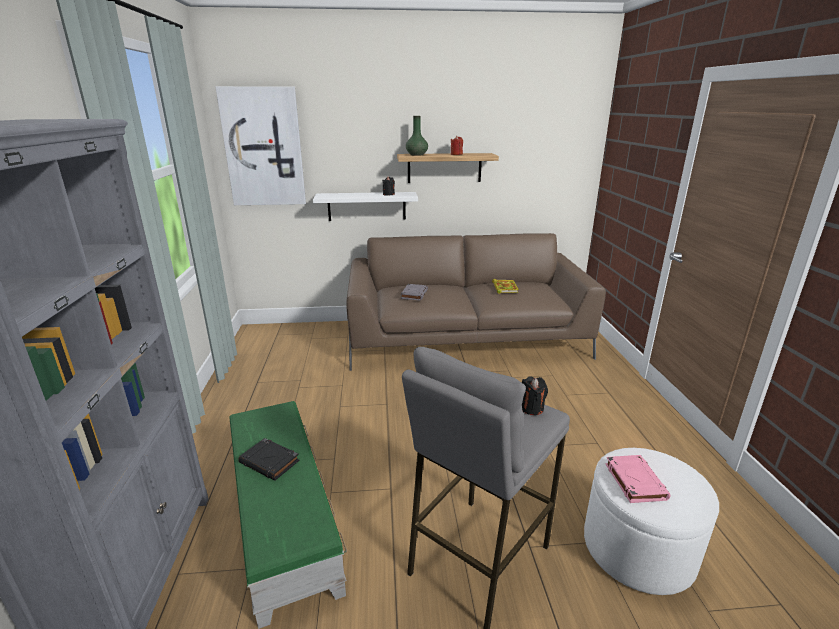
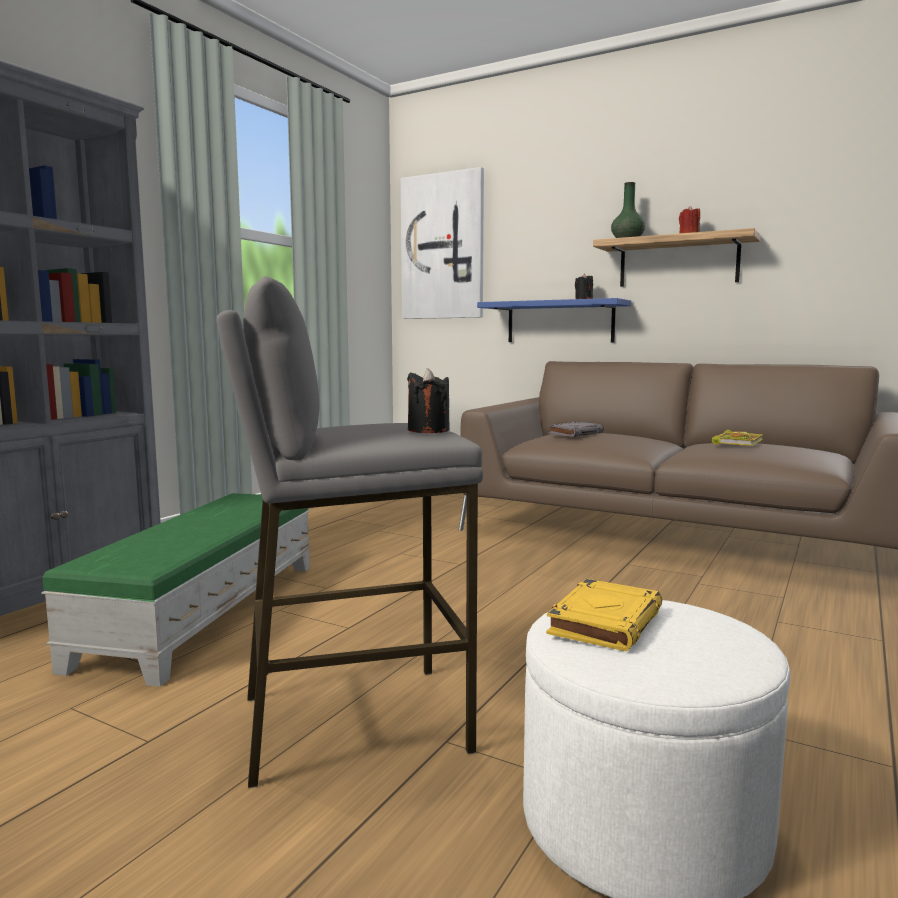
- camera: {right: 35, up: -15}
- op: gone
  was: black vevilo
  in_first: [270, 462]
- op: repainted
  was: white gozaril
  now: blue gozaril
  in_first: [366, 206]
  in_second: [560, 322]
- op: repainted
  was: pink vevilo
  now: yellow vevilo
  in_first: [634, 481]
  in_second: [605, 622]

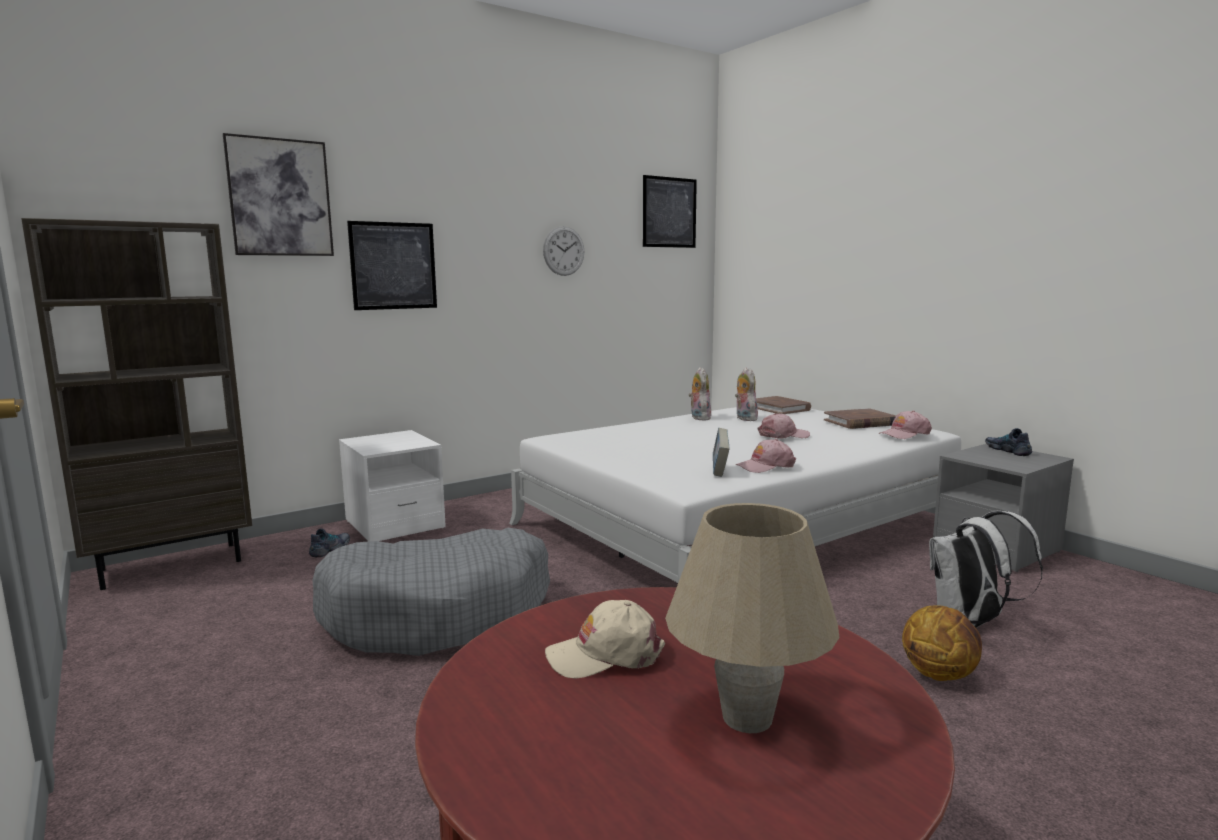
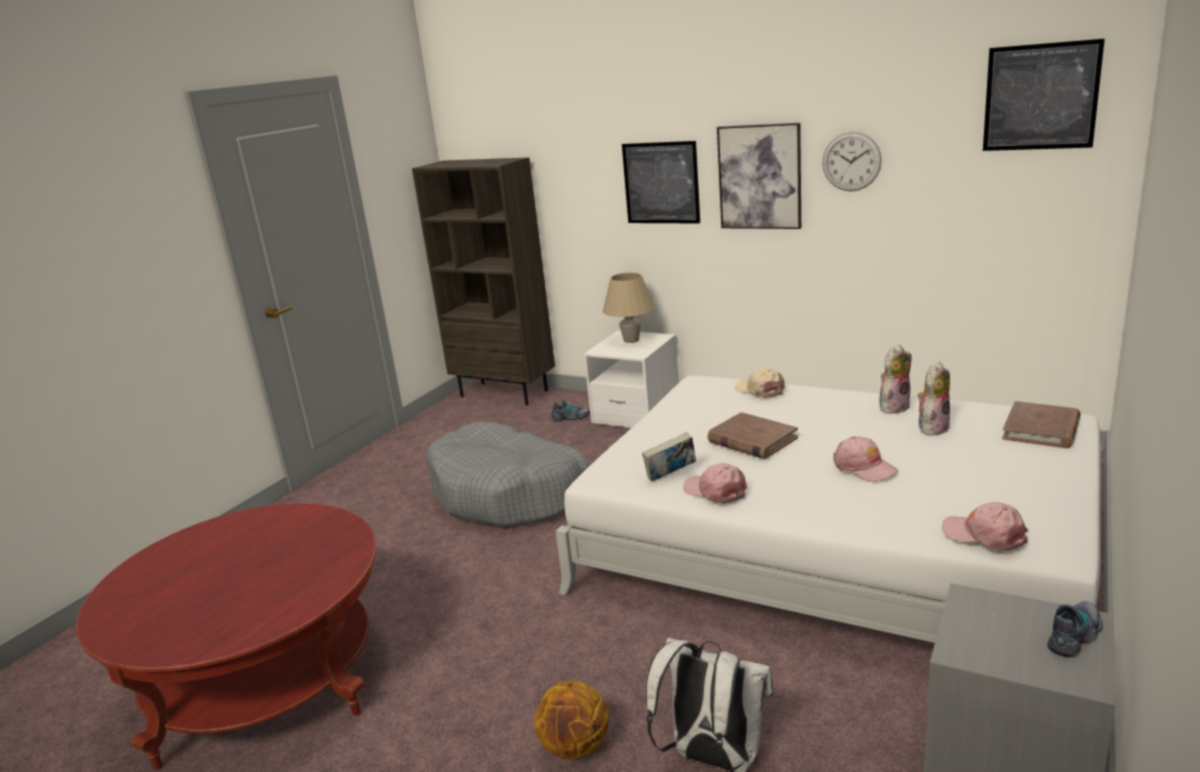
- camera: {right: 65, up: 10}
- op: shifted
  was: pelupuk
  in_first: [280, 197]
  in_second: [759, 177]
- op: shifted
  was: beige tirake
  in_first: [605, 655]
  in_second: [760, 390]
- op: shifted
  was: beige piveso
  in_first: [747, 718]
  in_second: [631, 340]
- op: shifted
  was: brown vevilo
  in_first: [860, 422]
  in_second: [752, 440]

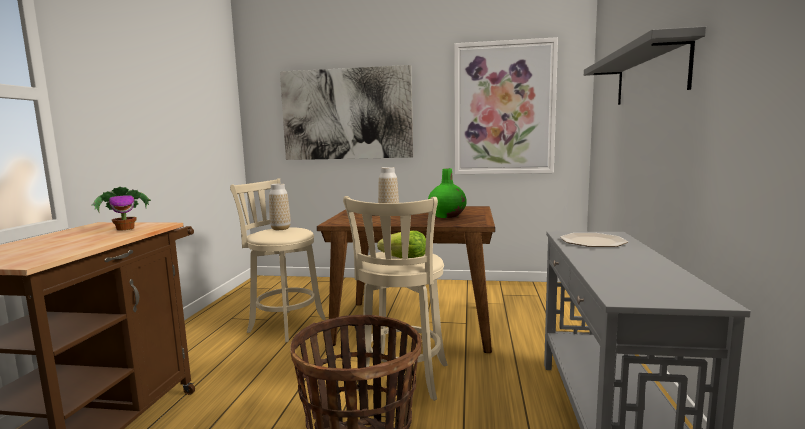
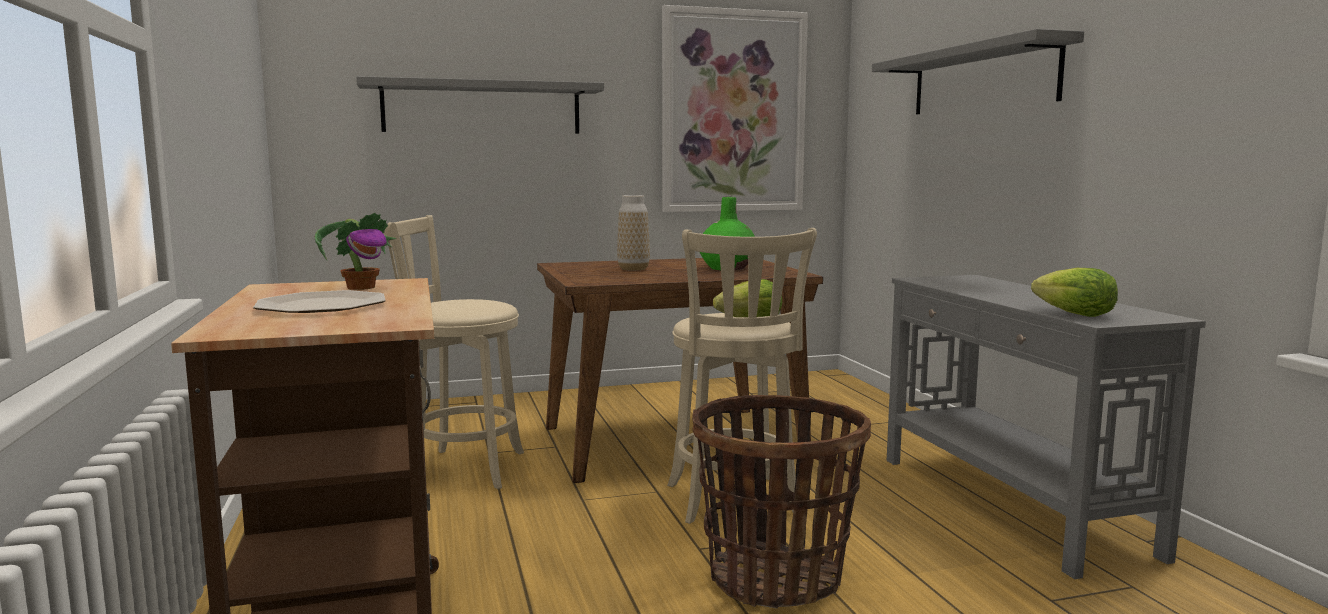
- camera: {right: -25, up: 0}
- op: gone
  was: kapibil
  in_first: [280, 229]
- op: new
  now: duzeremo
  in_second: [1074, 314]
- op: shifted
  was: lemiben
  in_first: [592, 242]
  in_second: [320, 306]
- op: swapped
  was: pelupuk
  now: grey gozaril
  in_first: [347, 114]
  in_second: [482, 108]

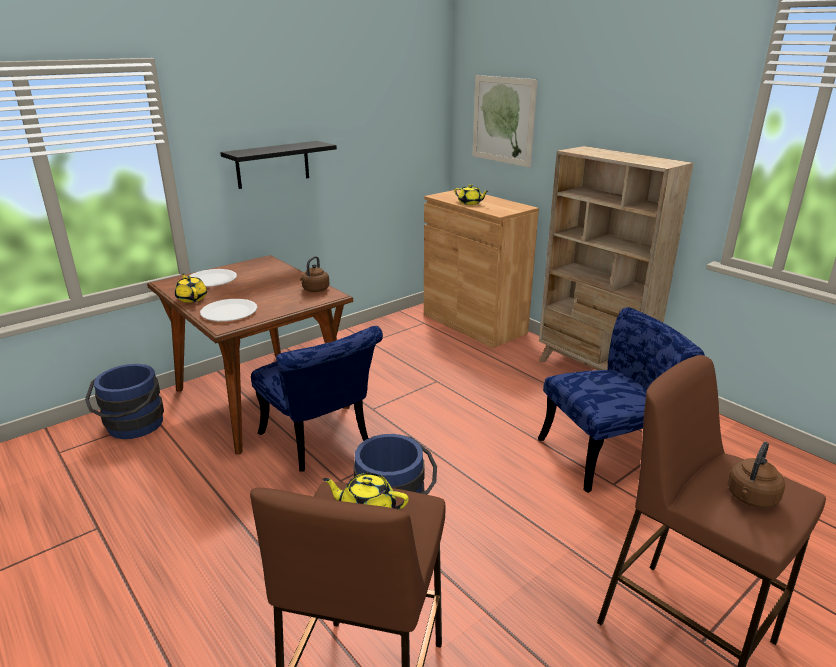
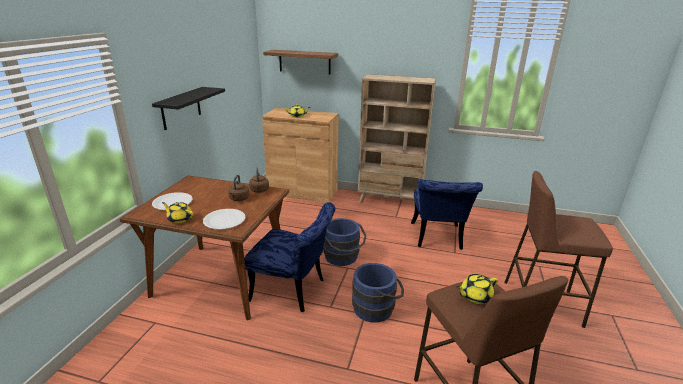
- camera: {right: -35, up: 0}
- op: shifted
  was: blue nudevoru
  in_first: [133, 427]
  in_second: [343, 258]
- op: shifted
  was: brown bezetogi
  in_first: [750, 498]
  in_second: [239, 199]
- op: swapped
  was: pelupuk
  now: gozaril
  in_first: [503, 120]
  in_second: [304, 62]
- op: rotated
  was: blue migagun
  in_first: [606, 453]
  in_second: [437, 239]
  clockwise: 150

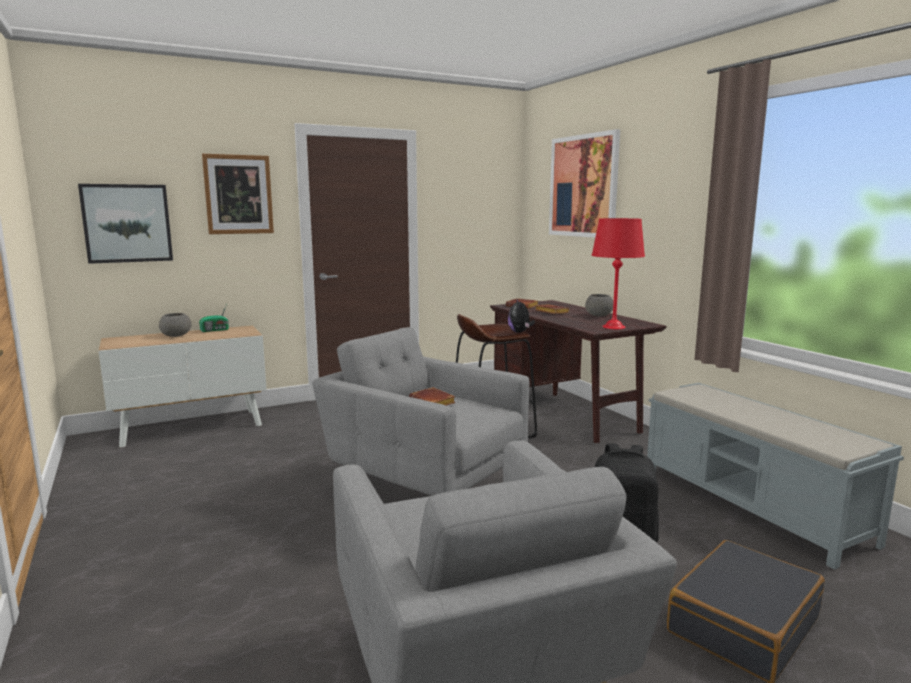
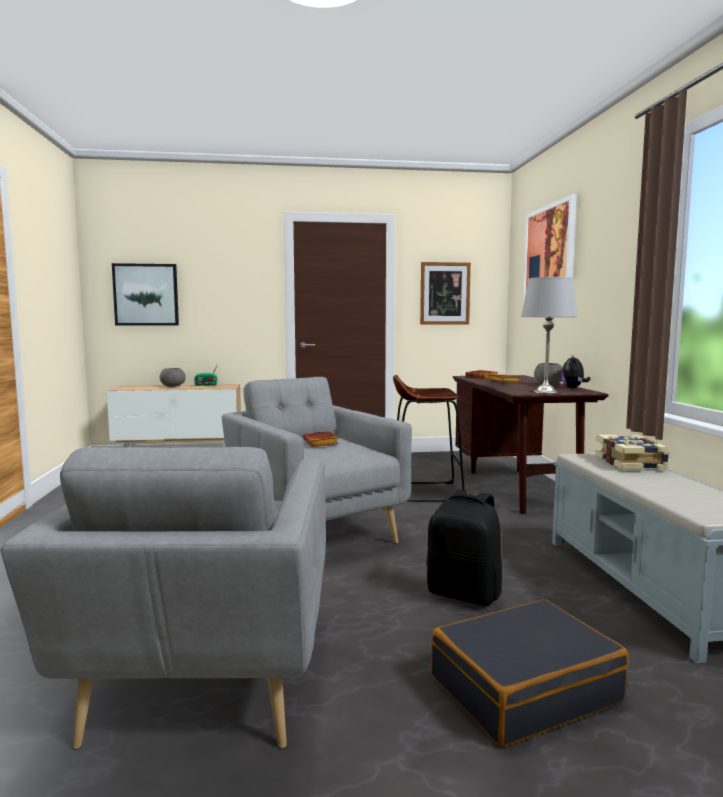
- camera: {right: 20, up: -5}
- op: new
  now: vevilo
  in_second: [631, 463]
- op: shifted
  was: pelupuk
  in_first: [238, 194]
  in_second: [445, 293]
- op: shifted
  was: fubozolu
  in_first: [520, 332]
  in_second: [573, 388]
- op: repainted
  was: red piveso
  now: grey piveso
  in_first: [613, 327]
  in_second: [545, 392]

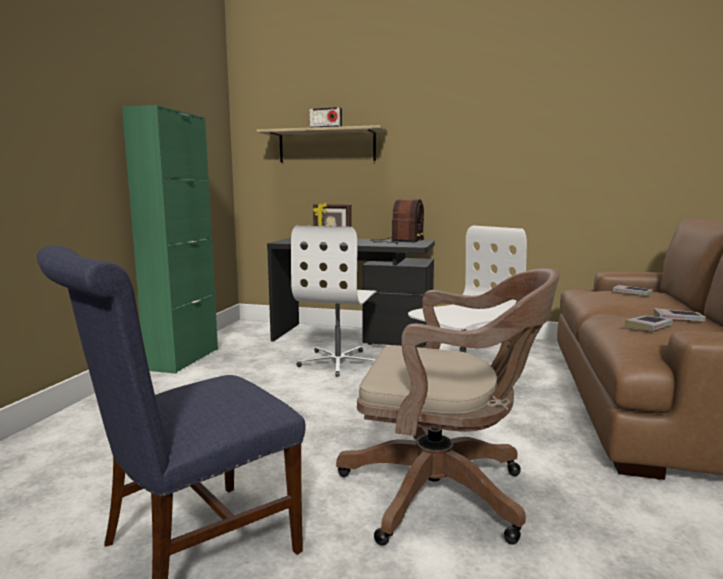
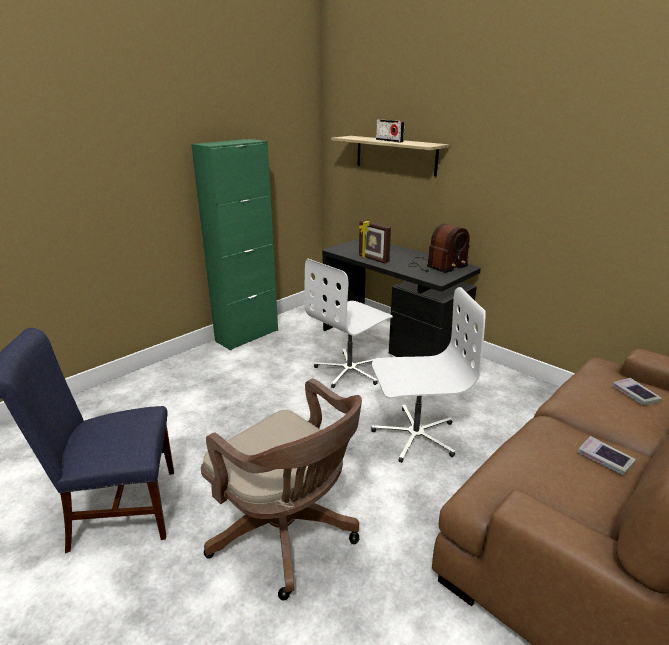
- camera: {right: 30, up: 15}
- op: gone
  was: vevilo
  in_first: [648, 327]

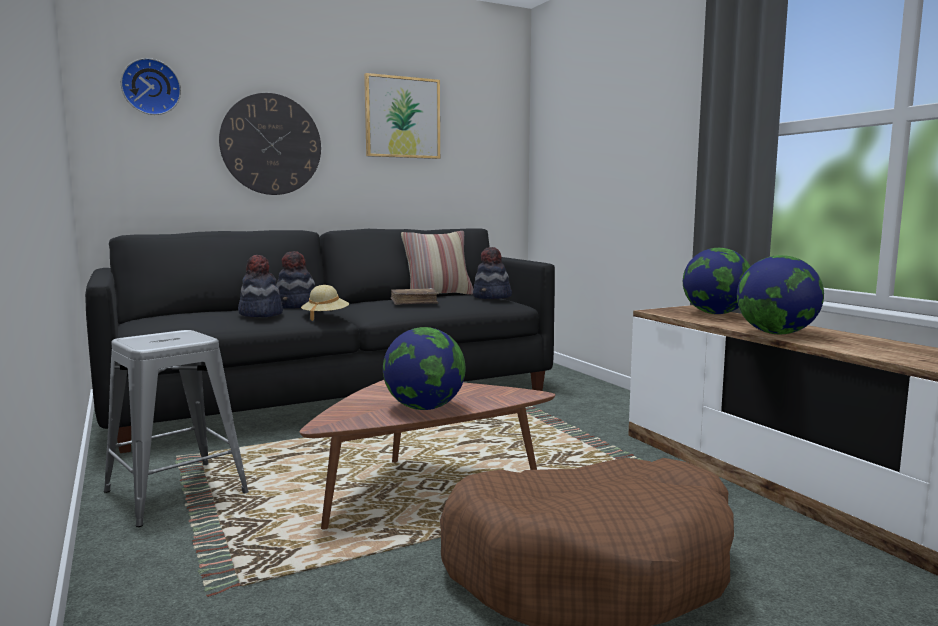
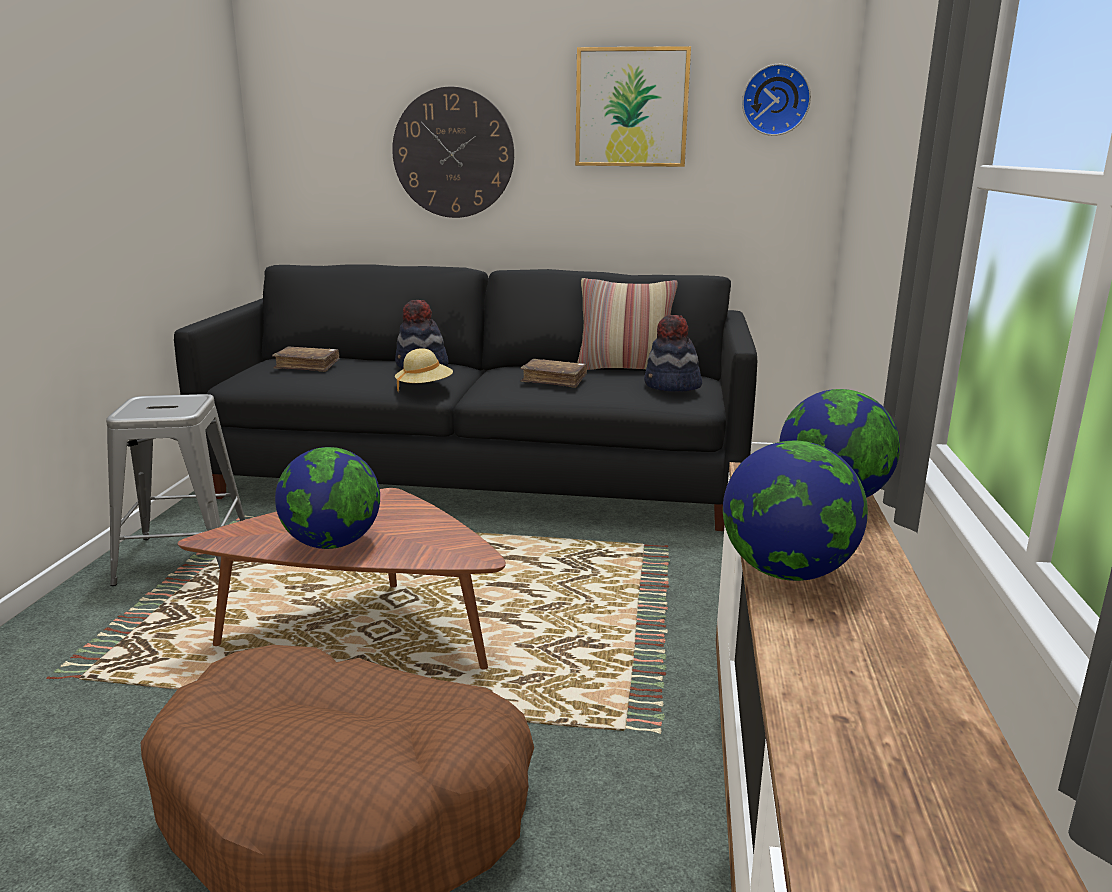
- camera: {right: 35, up: 10}
- op: gone
  was: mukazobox
  in_first: [260, 314]
- op: new
  now: brown vevilo
  in_second: [307, 366]
- op: shifted
  was: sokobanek
  in_first: [151, 87]
  in_second: [775, 100]

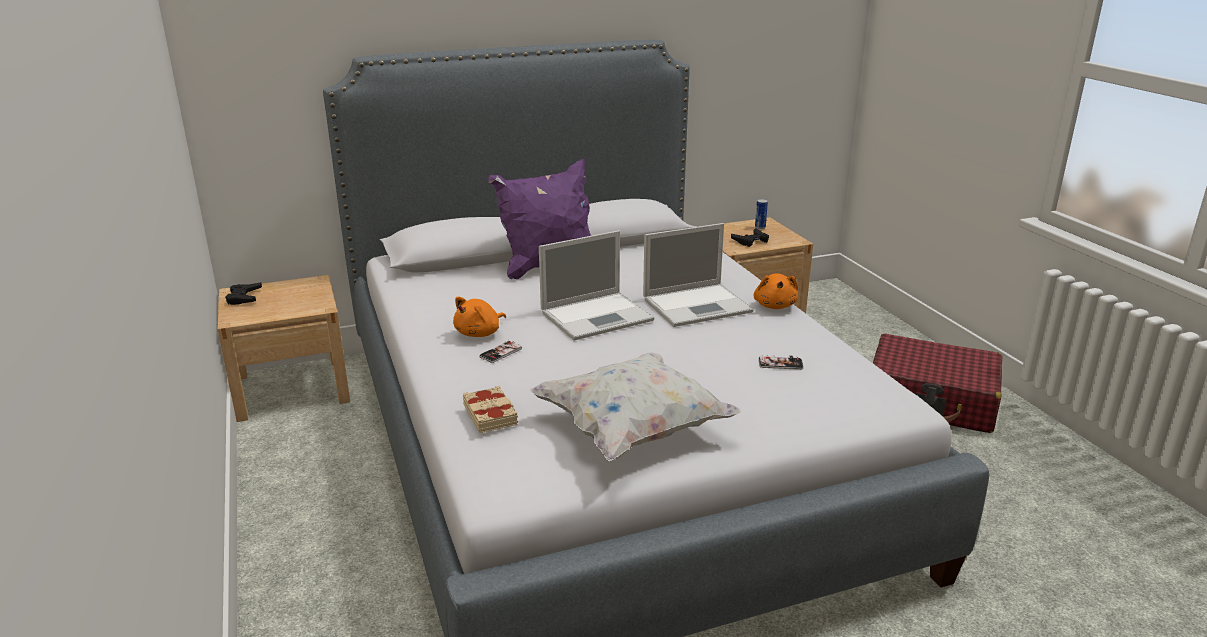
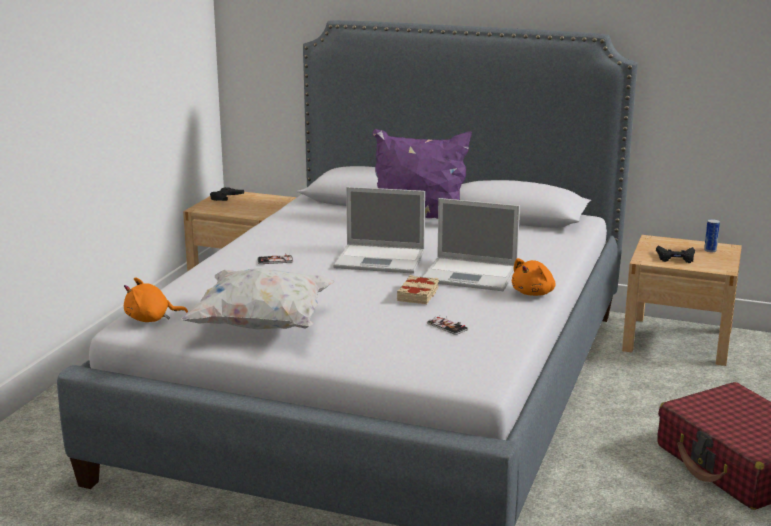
- camera: {right: 40, up: -5}
- op: shifted
  was: orange fubozolu
  in_first: [480, 333]
  in_second: [151, 319]
- op: shifted
  was: beige vevilo
  in_first: [491, 414]
  in_second: [418, 294]

